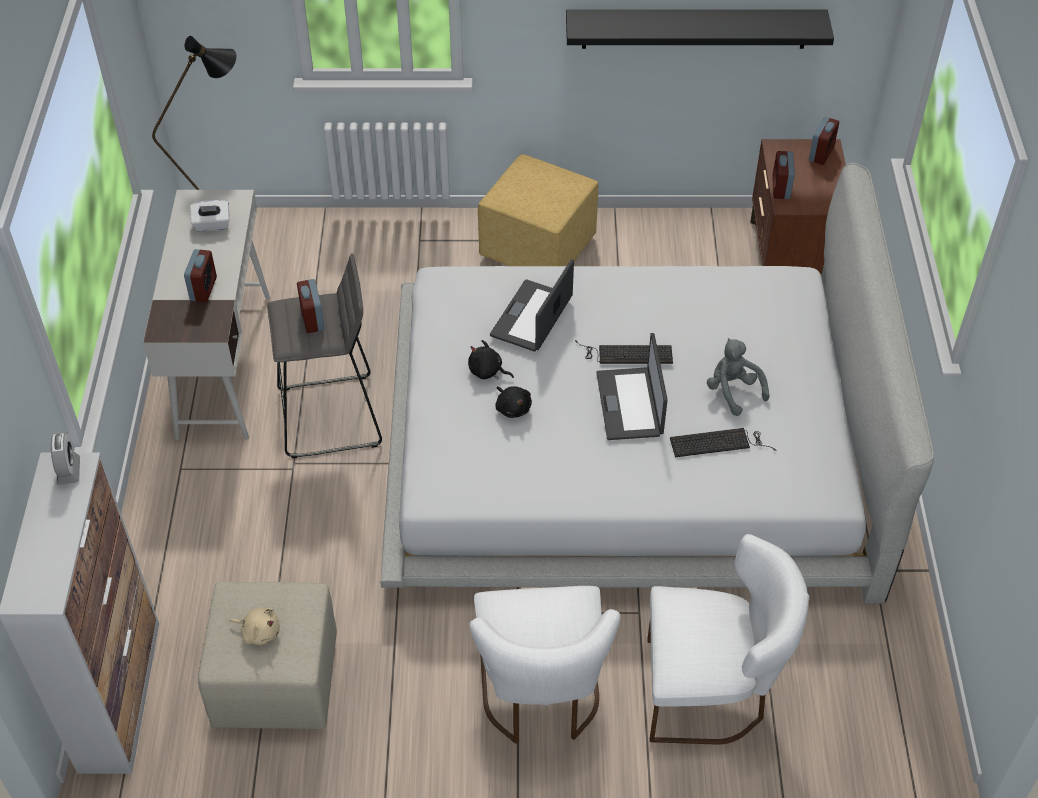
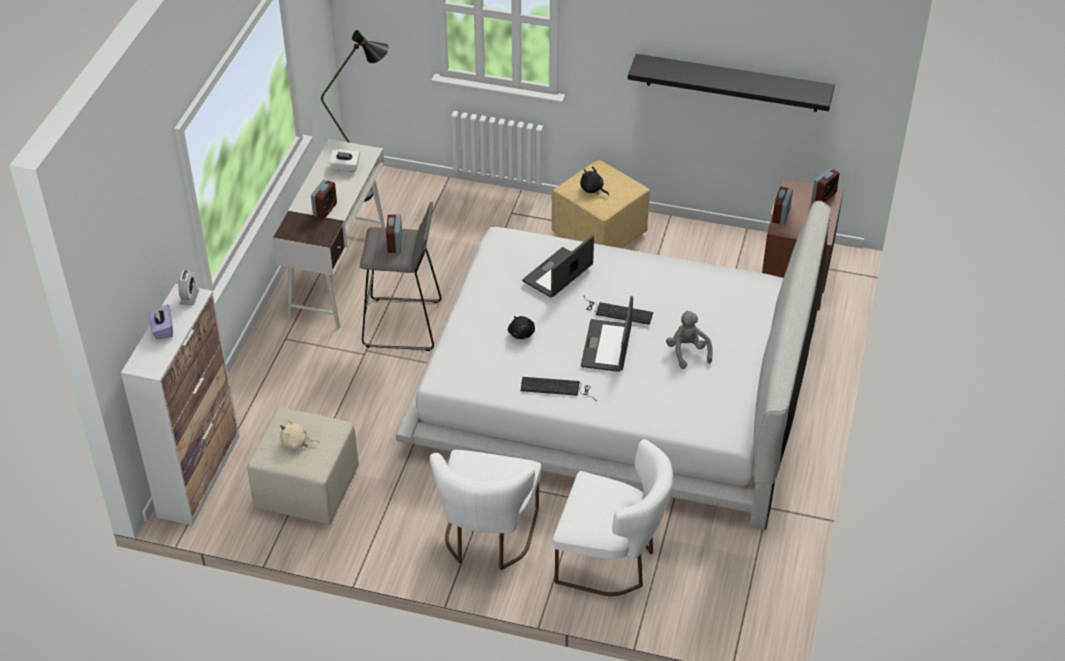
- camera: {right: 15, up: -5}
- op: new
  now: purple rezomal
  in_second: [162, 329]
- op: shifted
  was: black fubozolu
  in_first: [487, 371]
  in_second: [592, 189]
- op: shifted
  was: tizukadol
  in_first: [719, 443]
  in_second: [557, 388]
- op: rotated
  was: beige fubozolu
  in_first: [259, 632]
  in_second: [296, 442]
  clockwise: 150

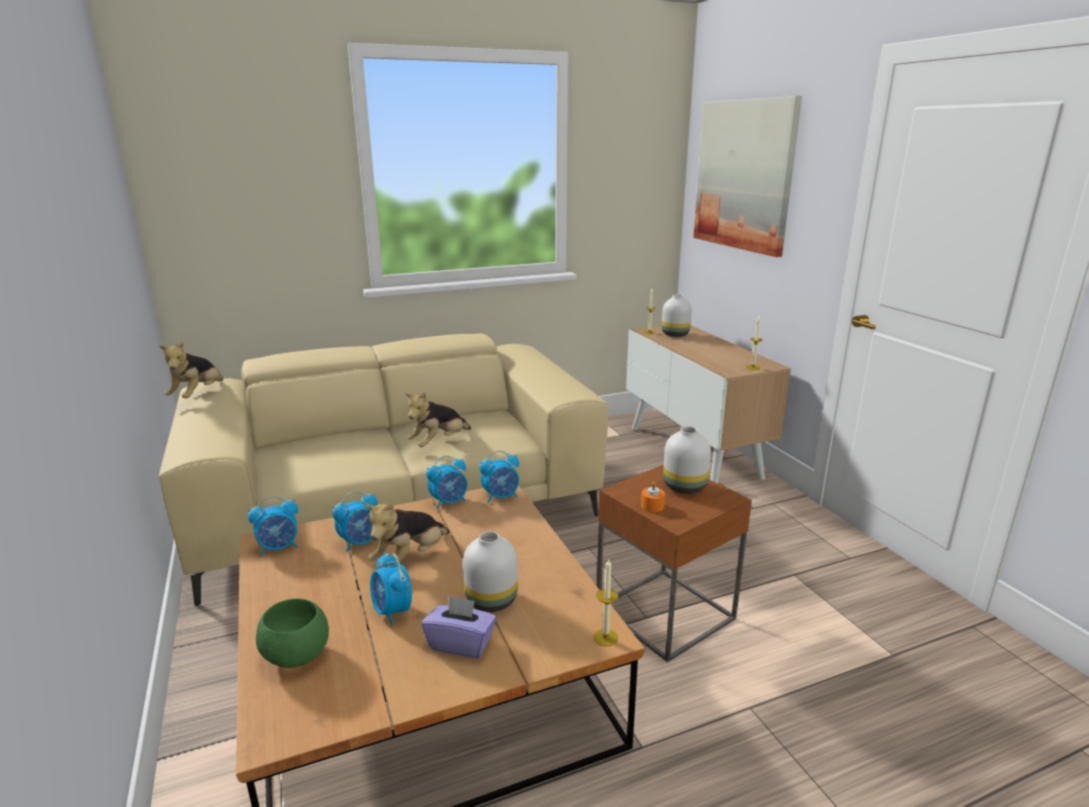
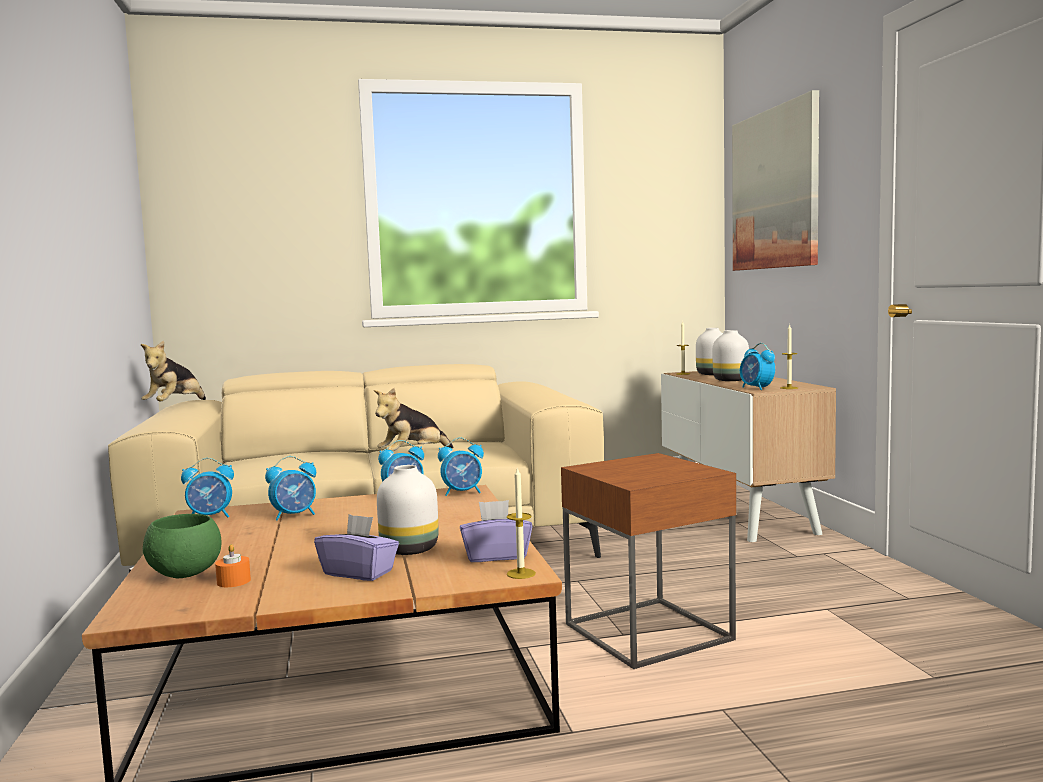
- camera: {right: 10, up: -15}
- op: gone
  was: fubozolu
  in_first: [410, 559]
- op: new
  now: purple rezomal
  in_second: [496, 555]
- op: shifted
  was: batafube
  in_first: [392, 611]
  in_second: [756, 388]
- op: shifted
  was: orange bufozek
  in_first: [652, 506]
  in_second: [233, 581]
- op: shifted
  was: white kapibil
  in_first: [683, 487]
  in_second: [729, 380]

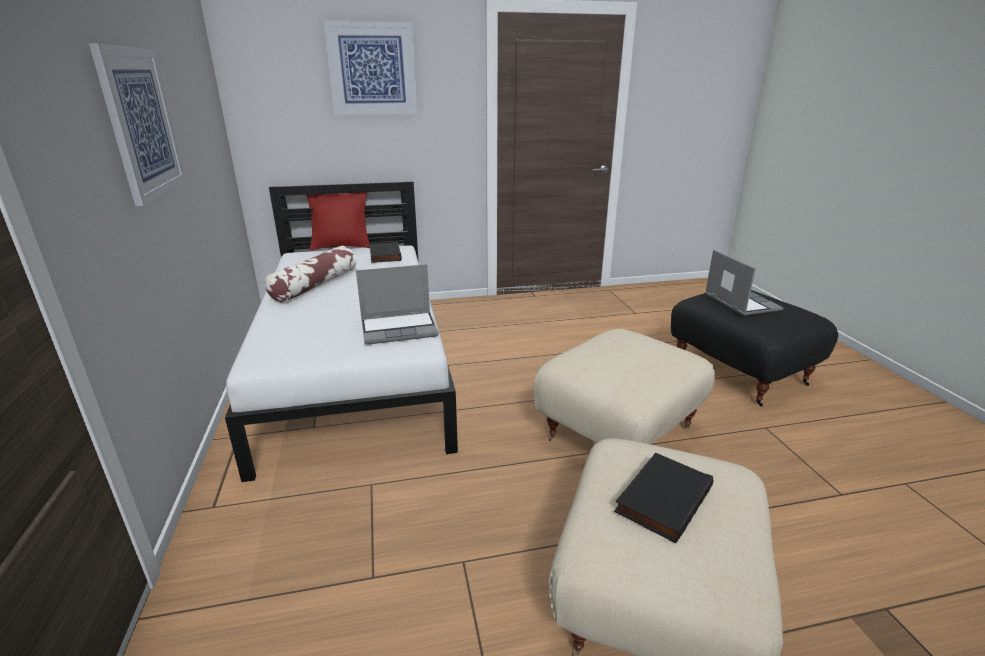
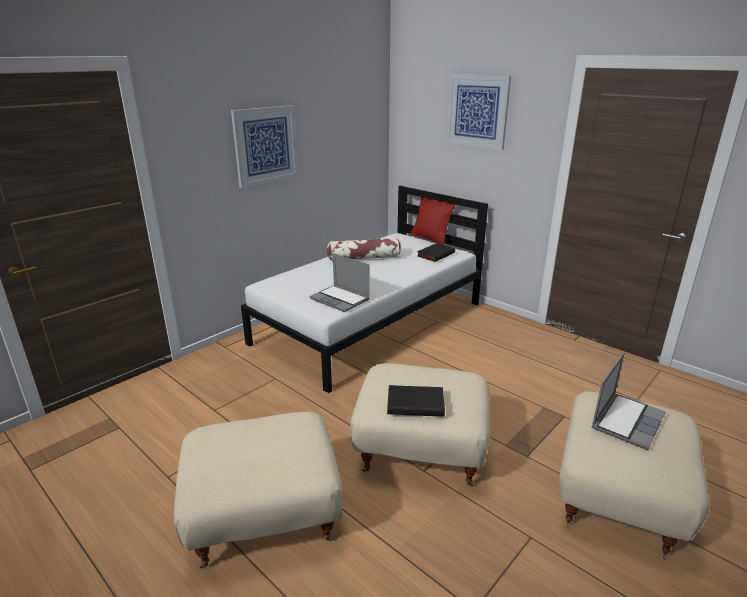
- camera: {right: 55, up: 0}
- op: shifted
  was: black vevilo
  in_first: [661, 498]
  in_second: [416, 403]
- op: repainted
  was: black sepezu
  now: beige sepezu
  in_first: [741, 372]
  in_second: [619, 499]

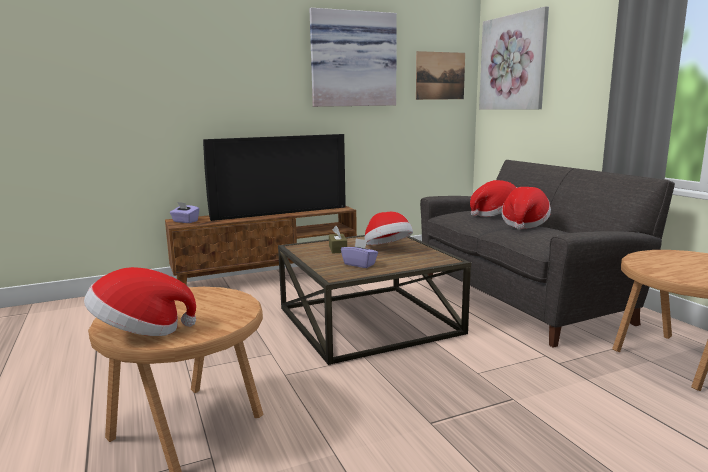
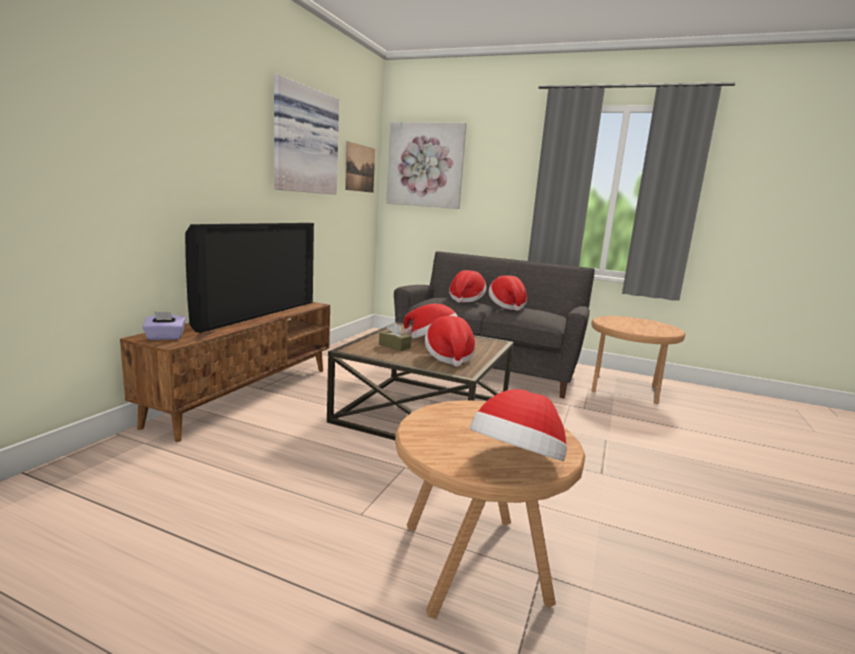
- camera: {right: -45, up: 0}
- op: swapped
  was: purple rezomal
  now: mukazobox
  in_first: [359, 264]
  in_second: [449, 357]

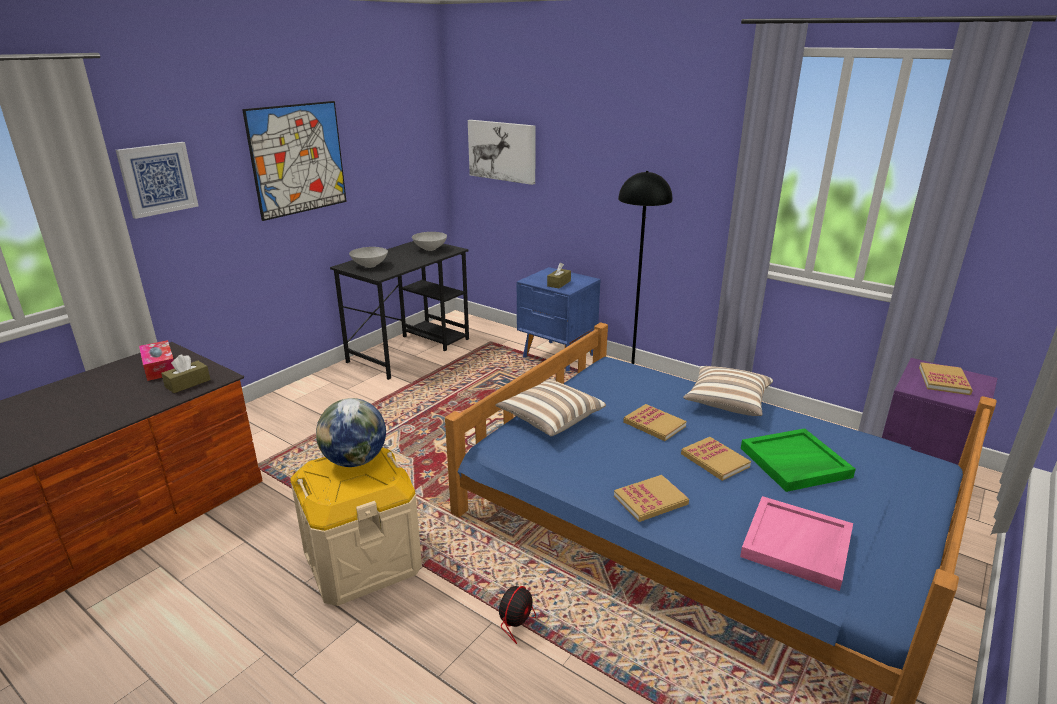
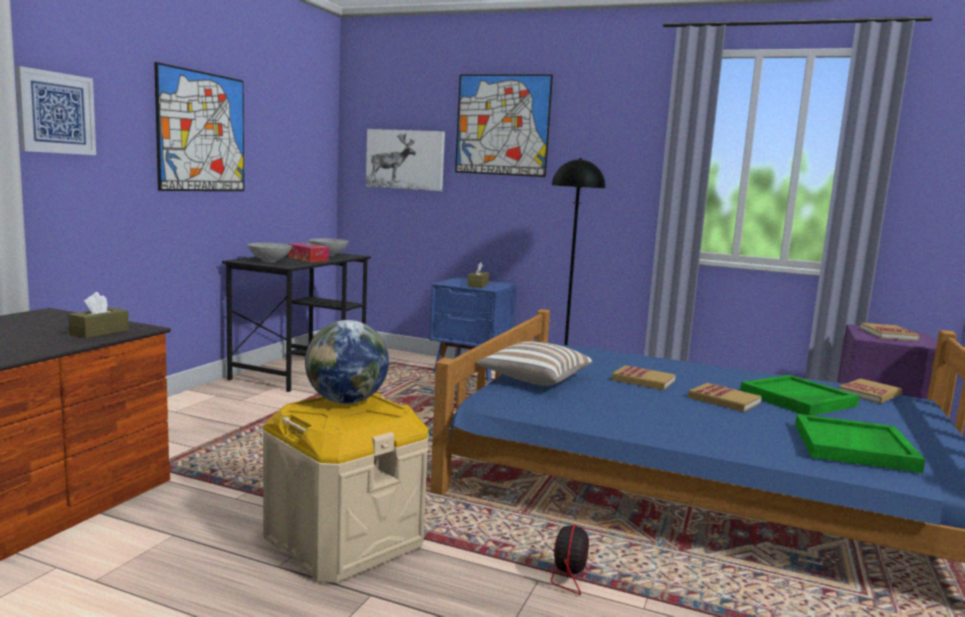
- camera: {right: -15, up: -15}
- op: gone
  was: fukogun
  in_first: [727, 403]
- op: new
  now: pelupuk
  in_second: [502, 125]
- op: shifted
  was: rezomal
  in_first: [160, 367]
  in_second: [308, 259]
- op: shifted
  was: vevilo
  in_first: [650, 500]
  in_second: [869, 393]
- op: repainted
  was: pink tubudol
  now: green tubudol
  in_first: [797, 545]
  in_second: [855, 447]

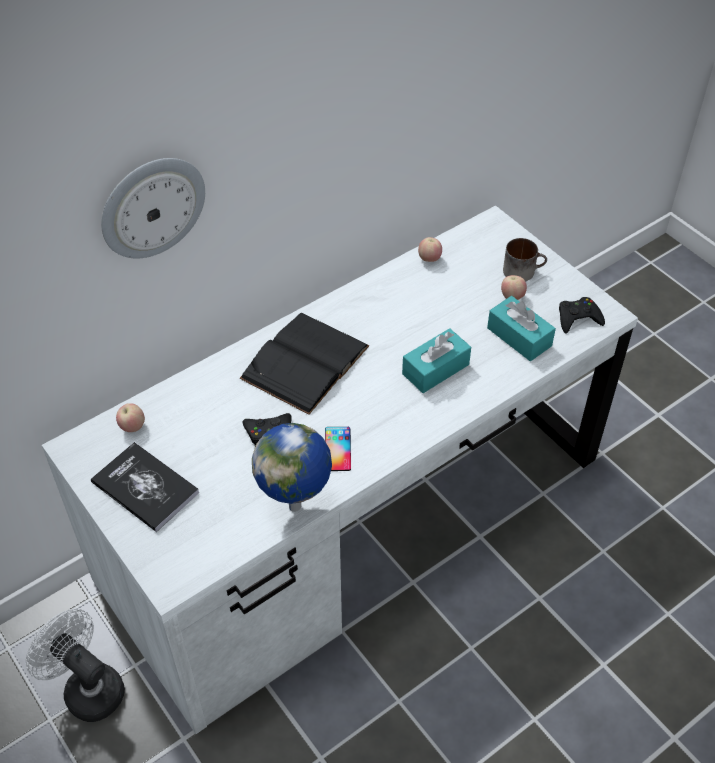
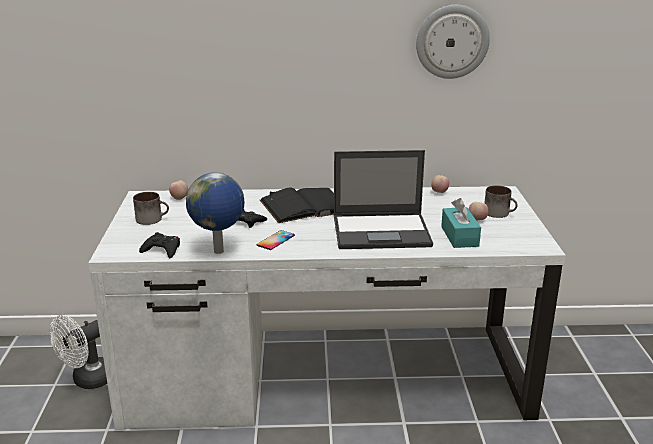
- camera: {right: 35, up: -25}
- op: shifted
  was: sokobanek
  in_first: [152, 207]
  in_second: [452, 41]
- op: shifted
  was: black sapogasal
  in_first: [578, 318]
  in_second: [162, 250]
- op: swapped
  was: vevilo
  now: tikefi
  in_first: [145, 488]
  in_second: [152, 219]
- op: swapped
  was: turquoise rezomal
  now: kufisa
  in_first: [435, 369]
  in_second: [382, 231]
- op: rotated
  was: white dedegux
  in_first: [87, 688]
  in_second: [88, 380]
  clockwise: -120

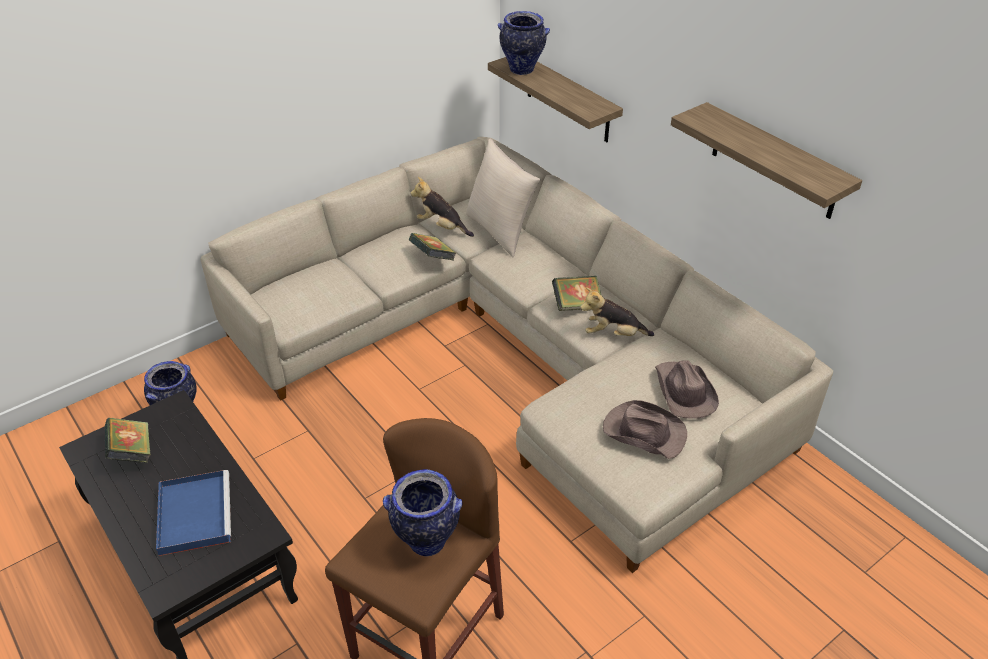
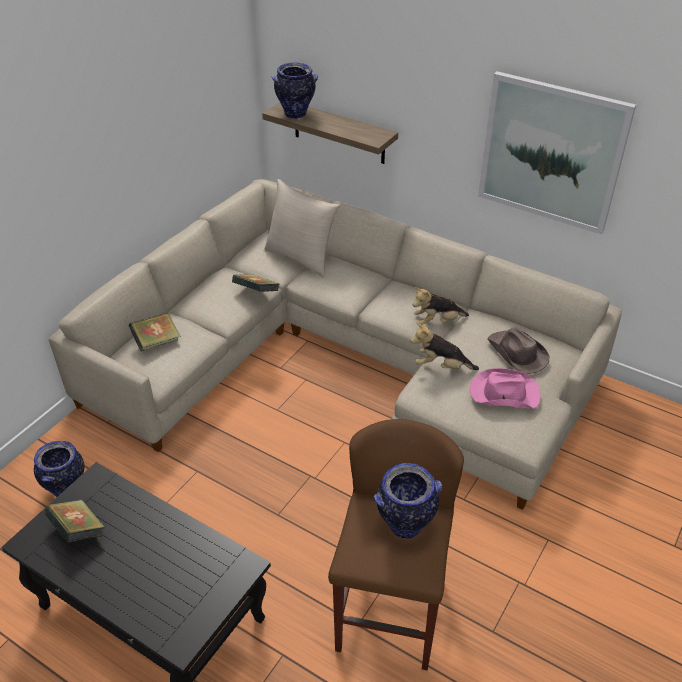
- camera: {right: -20, up: 0}
- op: gone
  was: blue tubudol
  in_first: [194, 513]
- op: shifted
  was: fubozolu
  in_first: [442, 227]
  in_second: [441, 366]
- op: shifted
  was: vevilo
  in_first: [577, 305]
  in_second: [157, 342]
- op: swapped
  was: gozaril
  now: pelupuk
  in_first: [774, 162]
  in_second: [551, 153]
- op: repainted
  was: brown mukazobox
  now: pink mukazobox
  in_first: [643, 432]
  in_second: [503, 393]

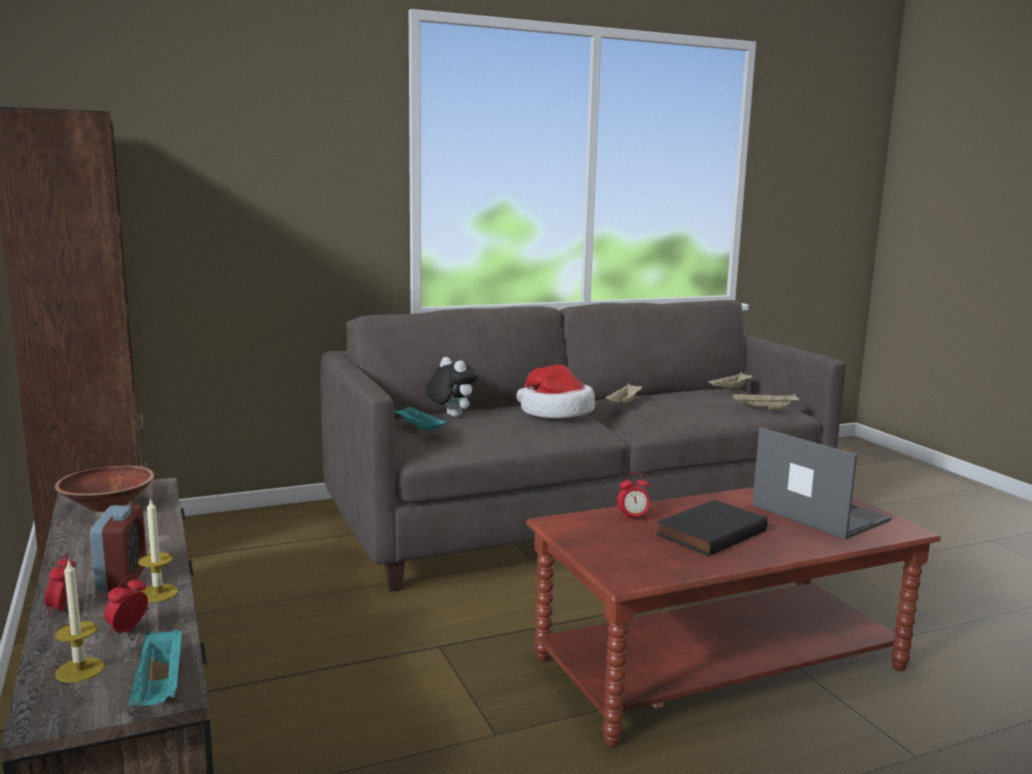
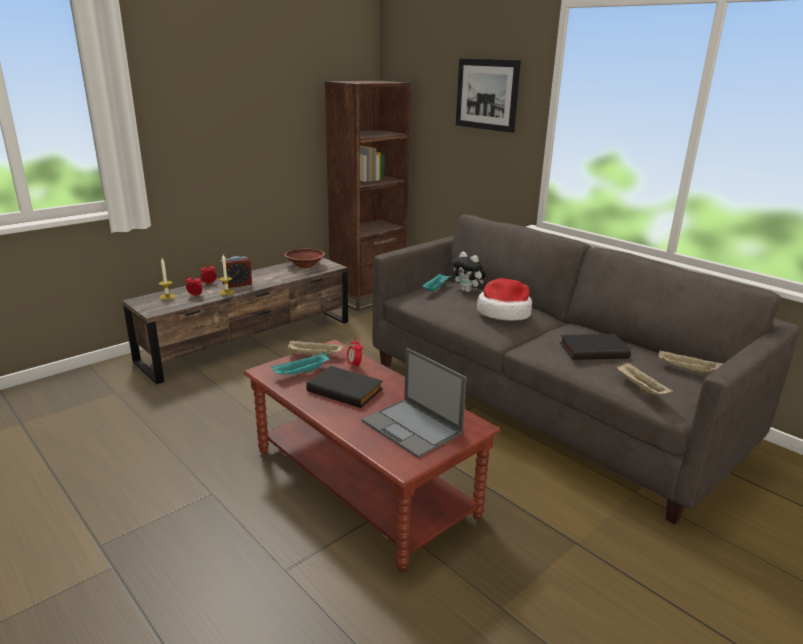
- camera: {right: 70, up: 10}
- op: new
  now: pelupuk
  in_second: [487, 94]
- op: new
  now: black vevilo
  in_second: [593, 350]
- op: shifted
  was: turquoise tubudol
  in_first: [160, 688]
  in_second: [301, 373]
- op: shifted
  was: beige tubudol
  in_first: [624, 404]
  in_second: [314, 355]
- op: rotated
  was: fubozolu
  in_first: [450, 416]
  in_second: [468, 290]
  clockwise: 105
- op: rotated
  was: kufisa
  in_first: [818, 512]
  in_second: [413, 428]
  clockwise: 105

